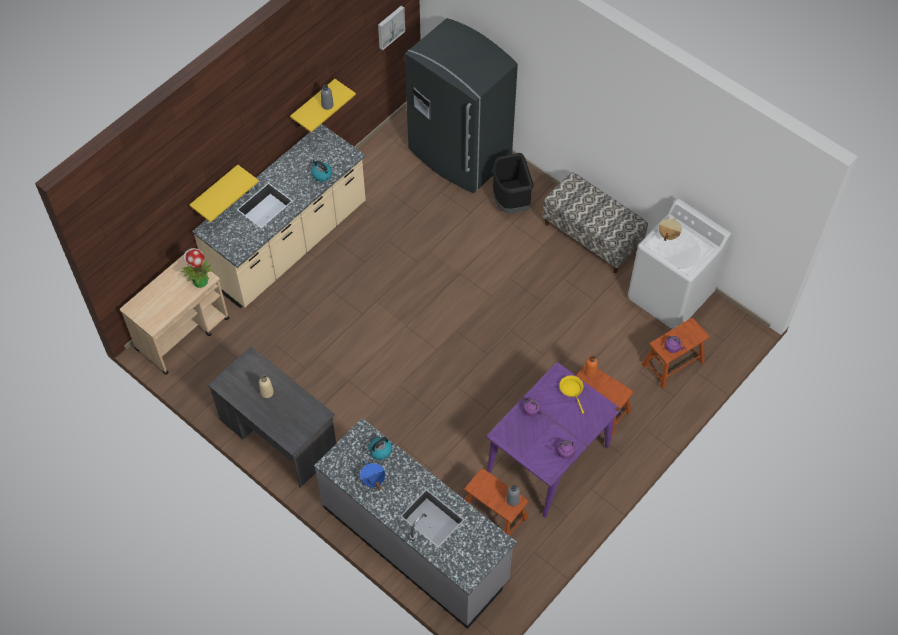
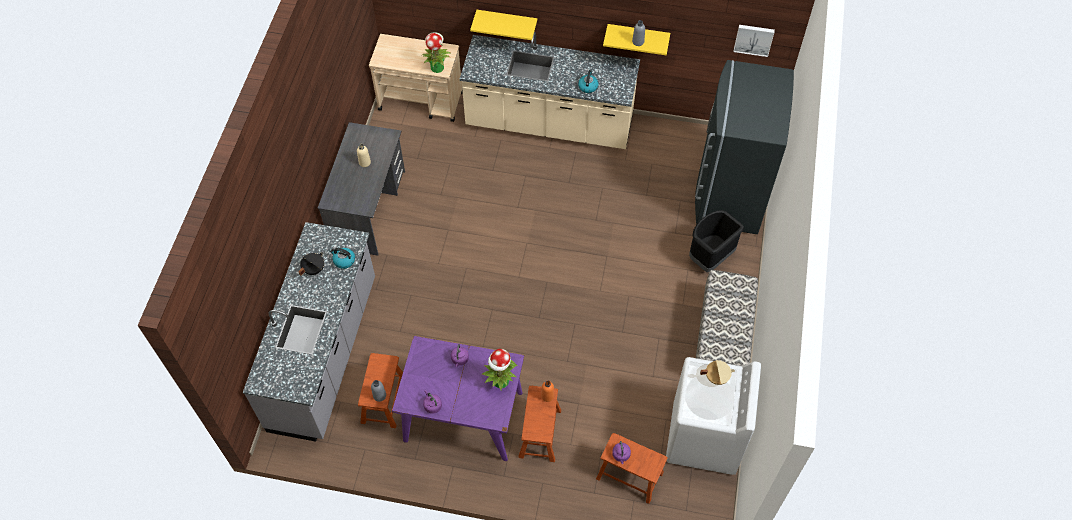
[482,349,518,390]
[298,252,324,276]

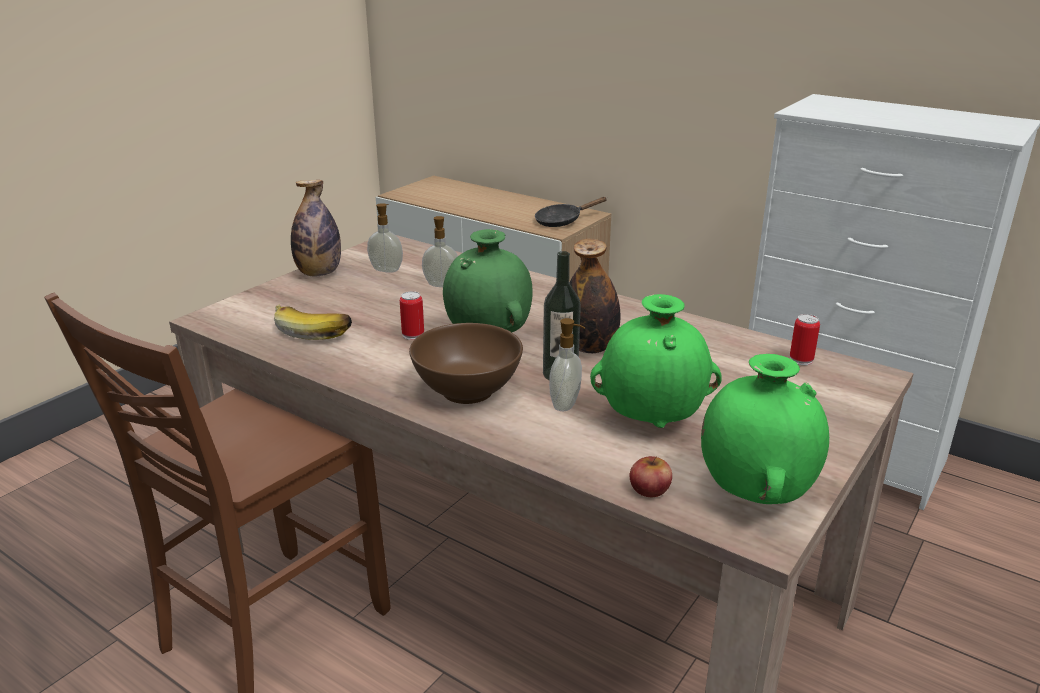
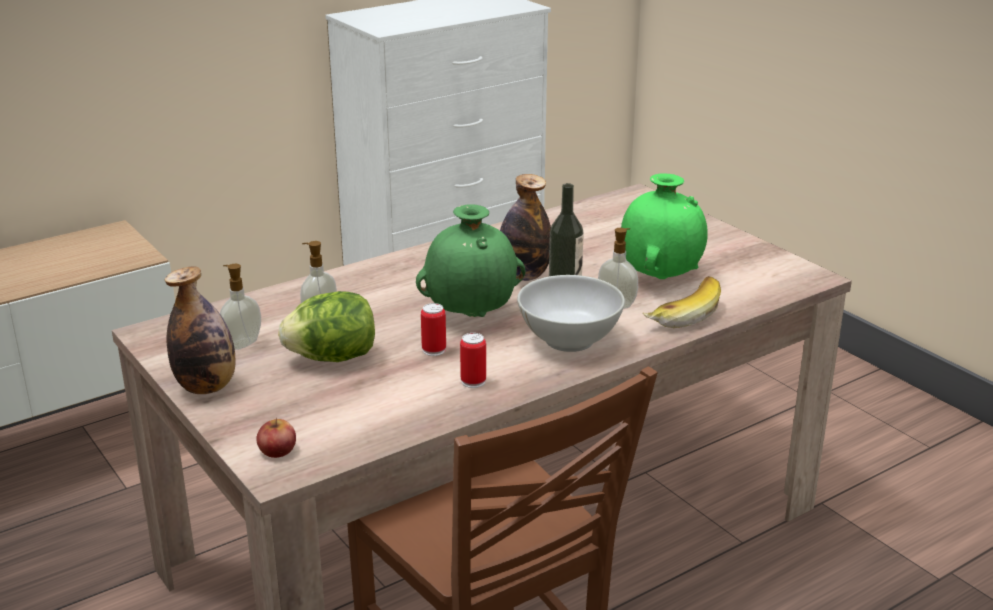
[535,197,607,227] (first image)
[643,276,721,328]
[460,333,486,388]
[517,275,625,352]
[701,354,829,504] (first image)
[256,417,296,458]
[278,291,375,362]

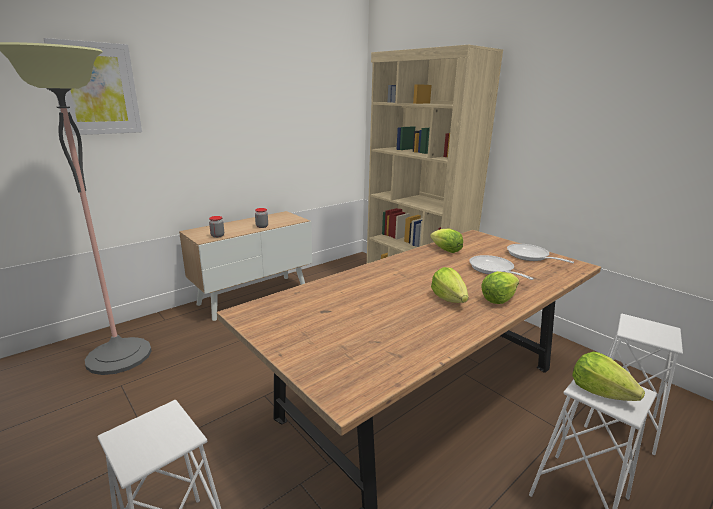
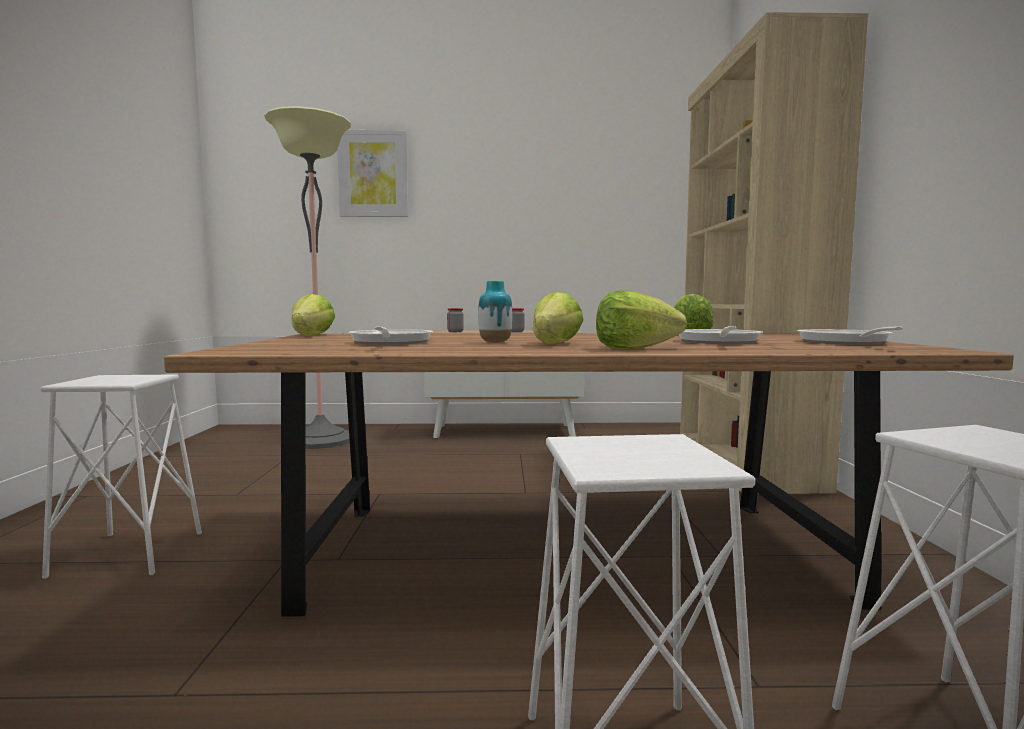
[292,294,335,336]
[478,281,512,343]
[348,327,433,345]

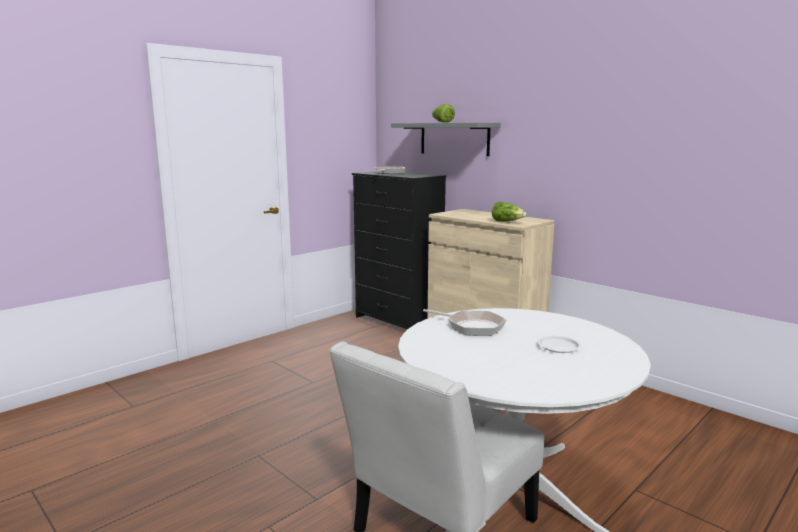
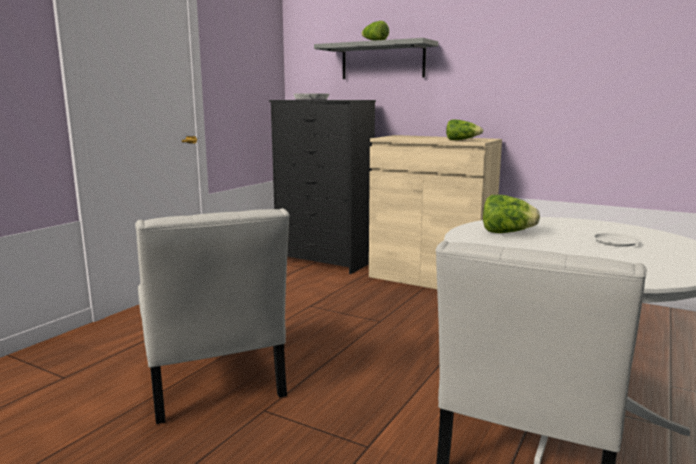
[483,195,540,233]
[135,208,290,424]

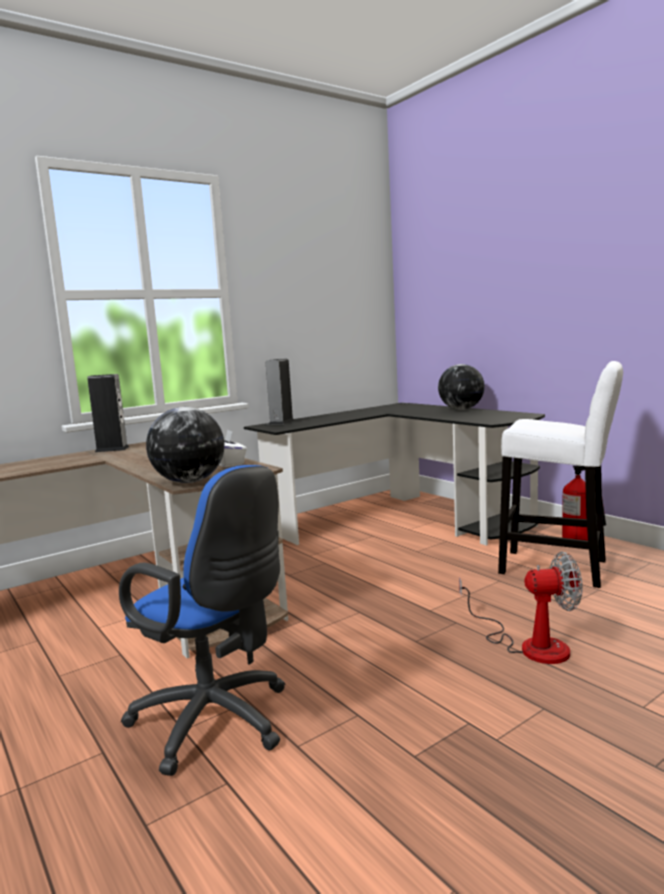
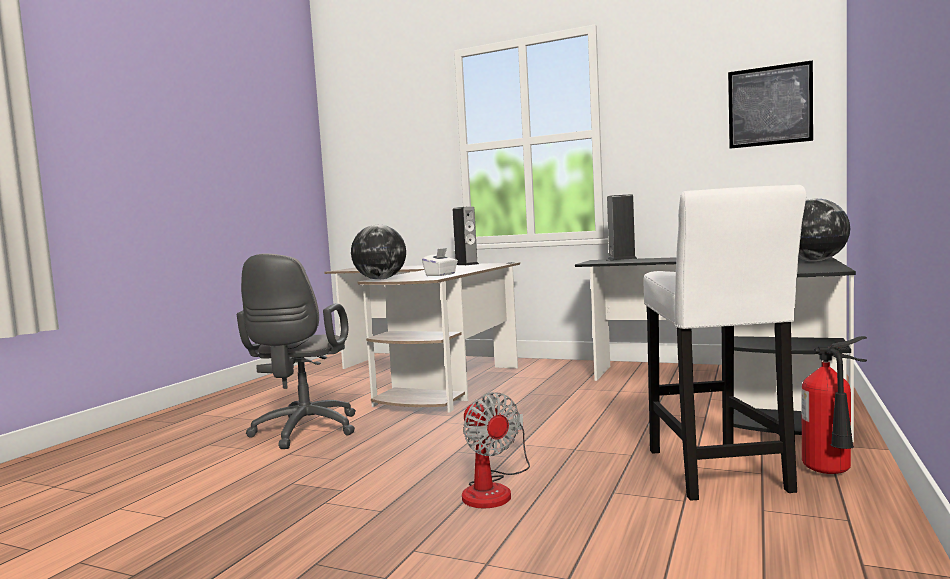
[237,253,356,449]
[728,60,813,149]

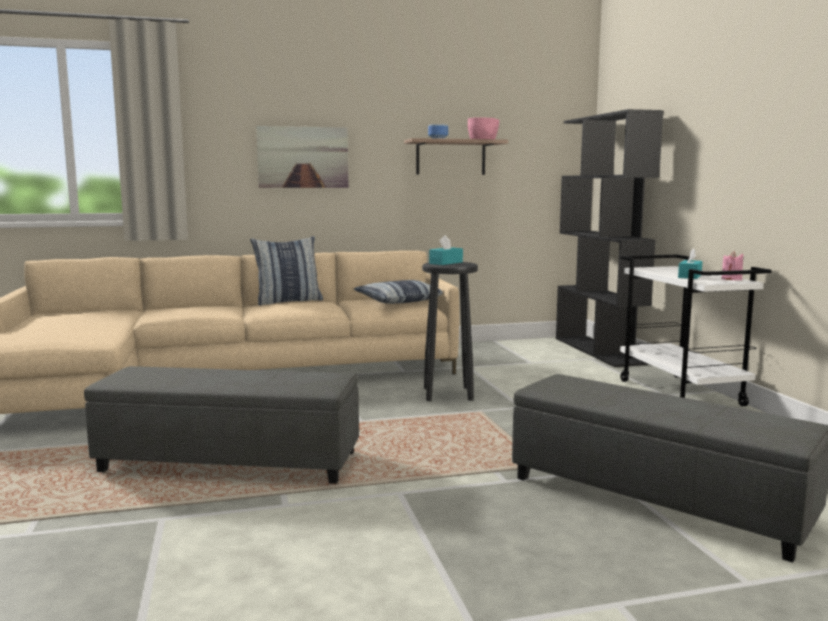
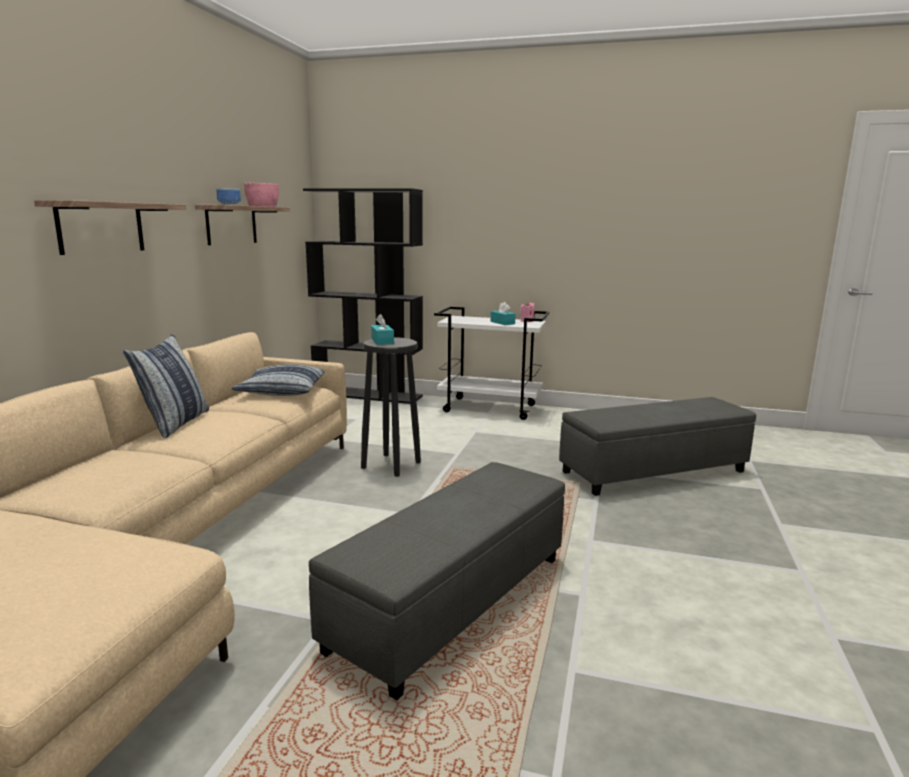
[34,200,186,255]

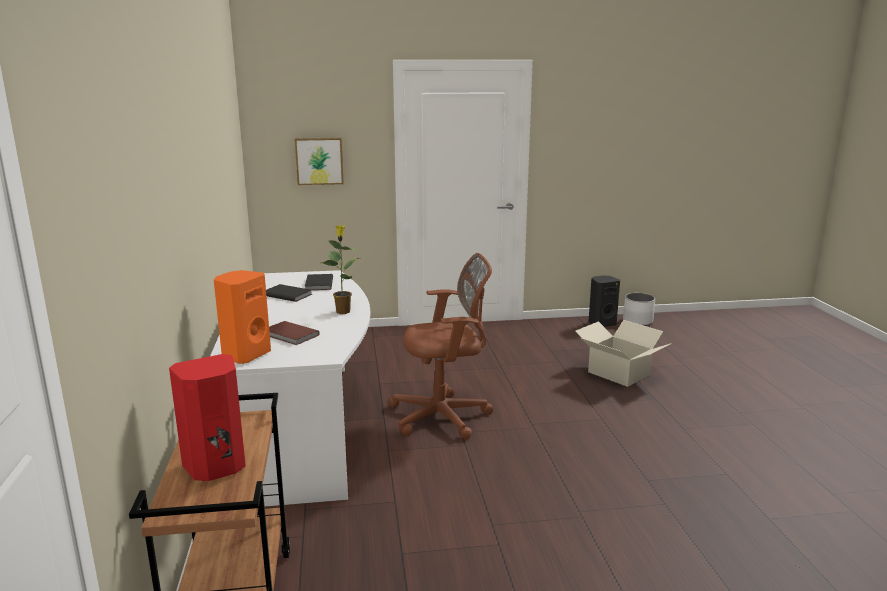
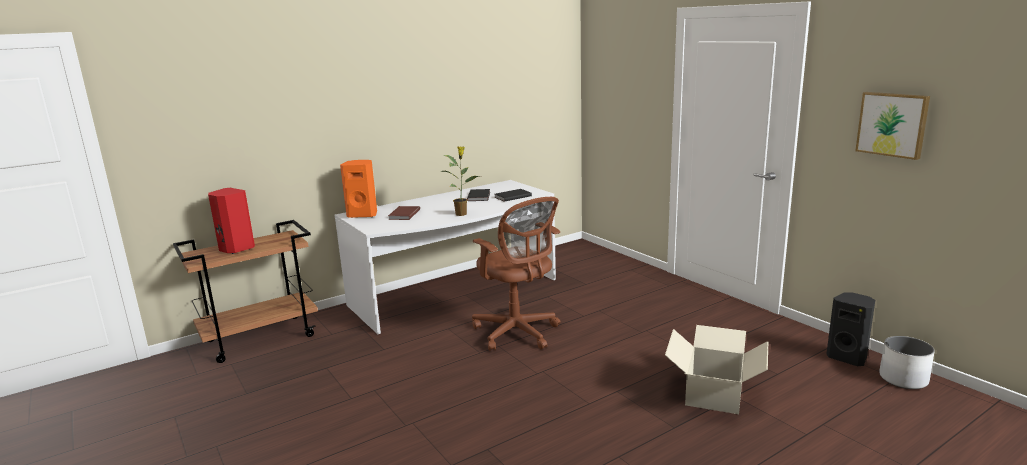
[855,92,930,160]

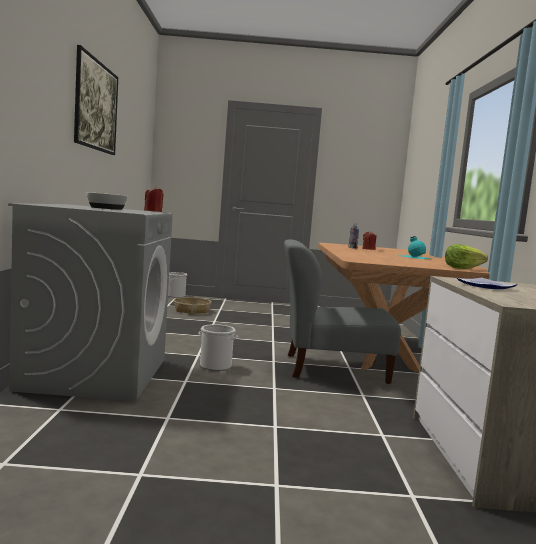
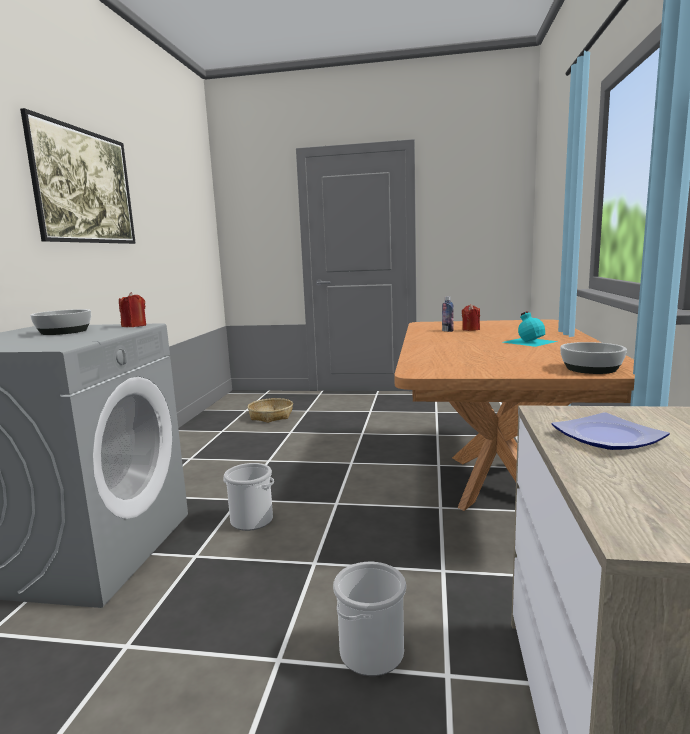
[284,239,401,384] (first image)
[560,342,627,374]
[333,562,406,676]

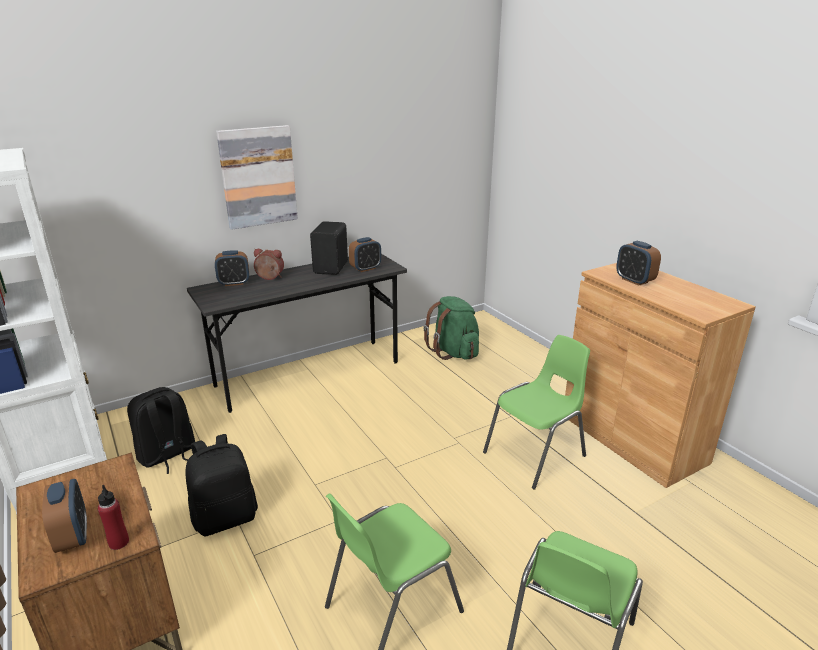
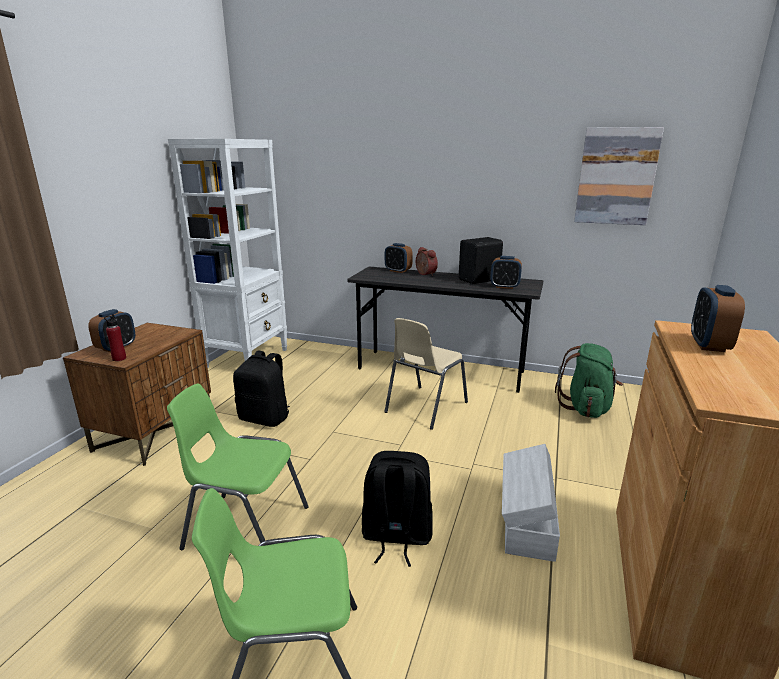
[574,127,664,225]
[502,444,560,562]
[362,451,433,567]
[384,318,468,430]

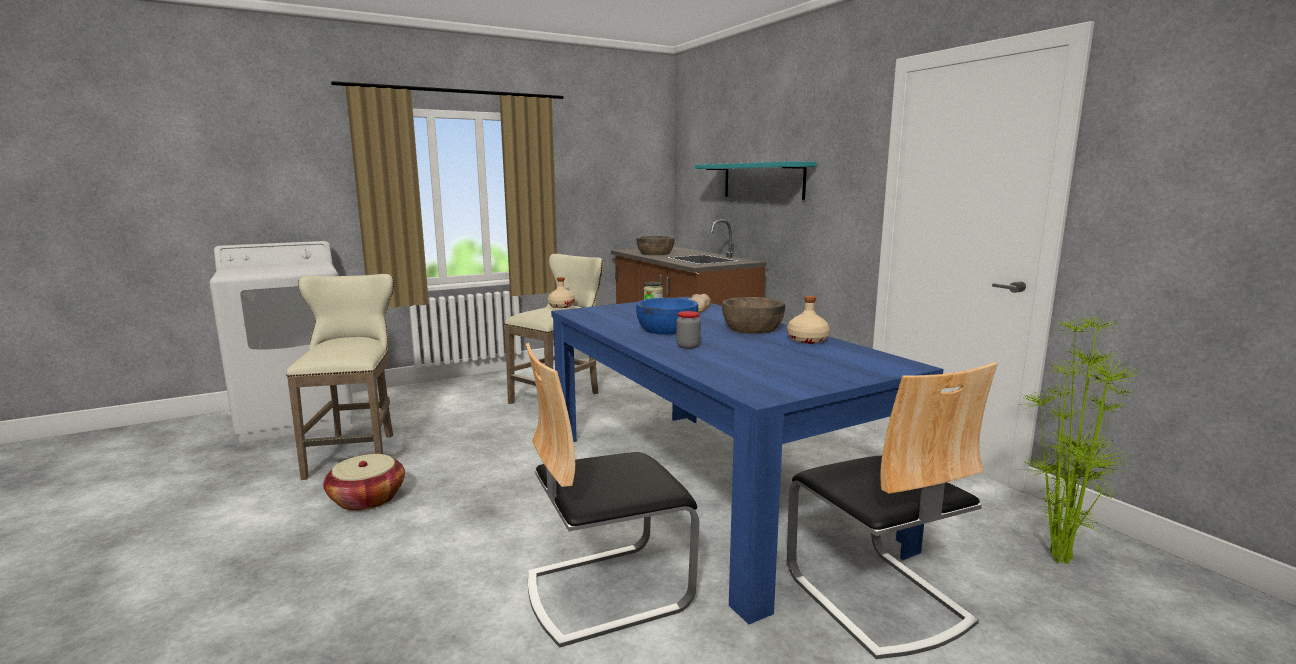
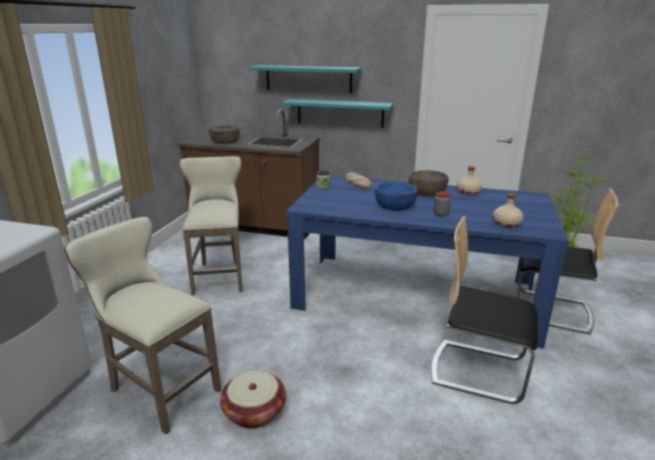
[493,193,524,227]
[431,216,538,404]
[281,99,394,128]

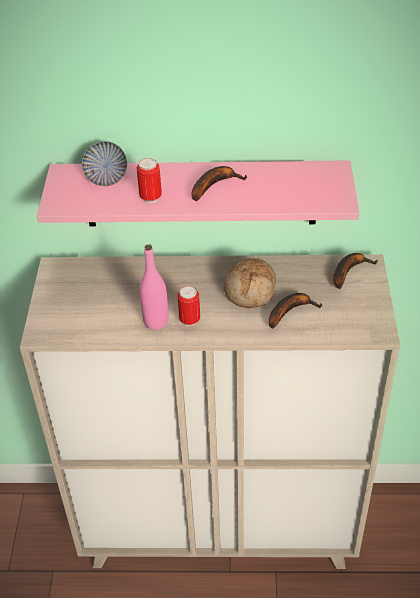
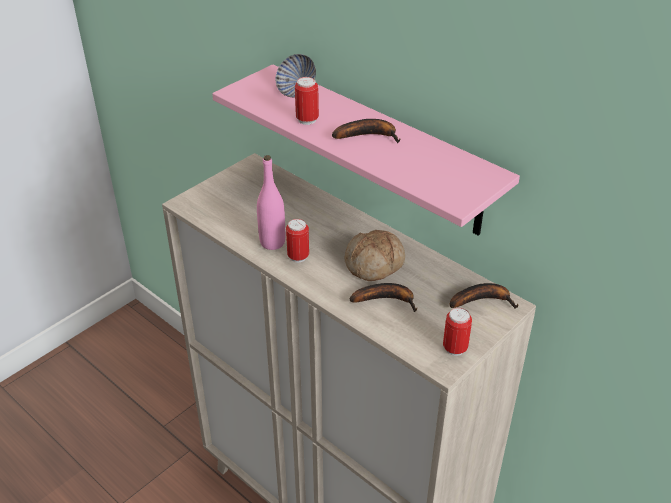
[443,308,472,356]

